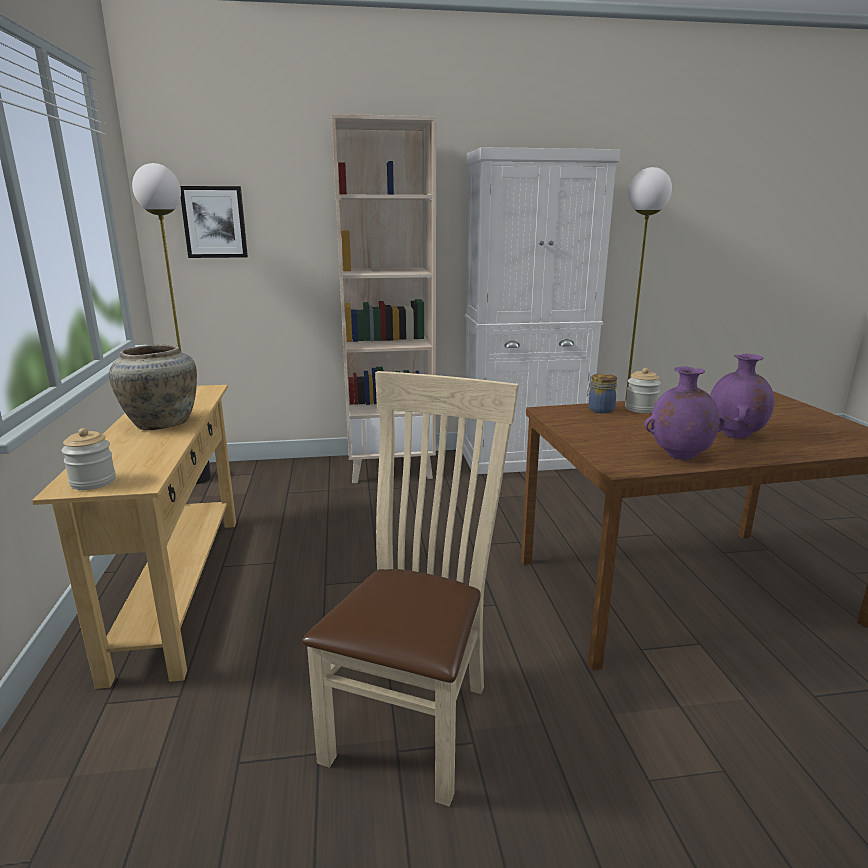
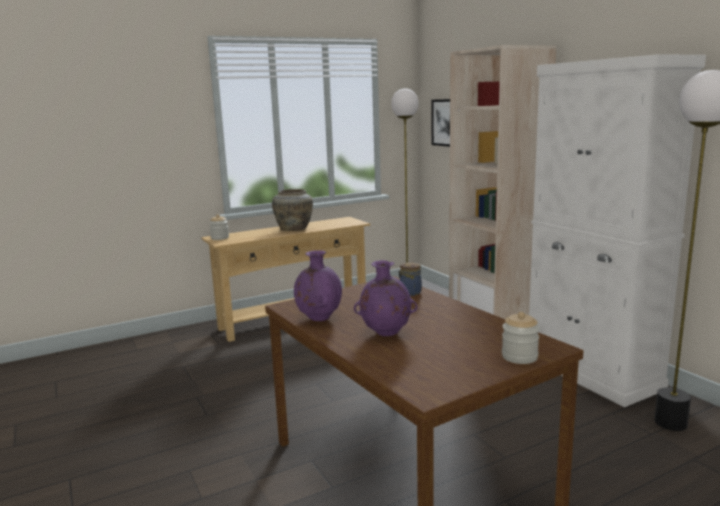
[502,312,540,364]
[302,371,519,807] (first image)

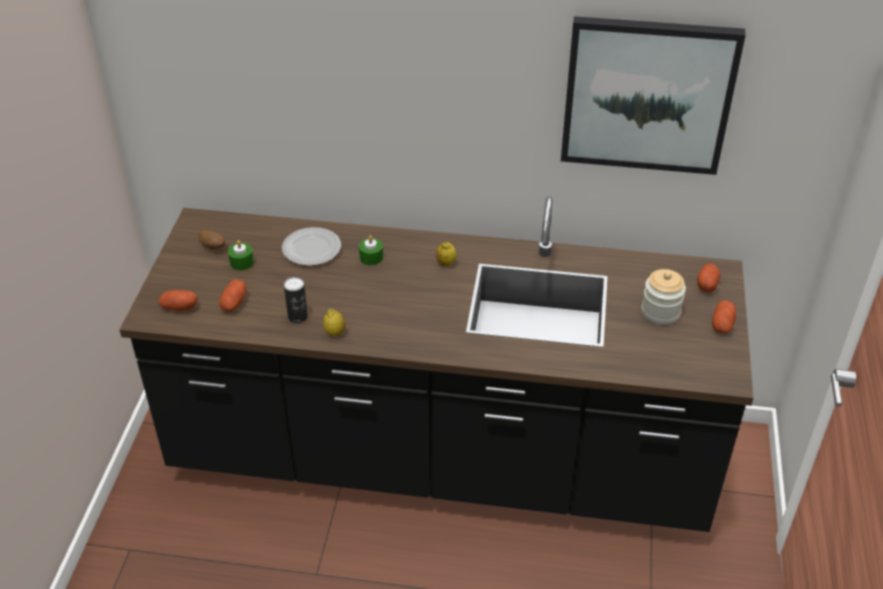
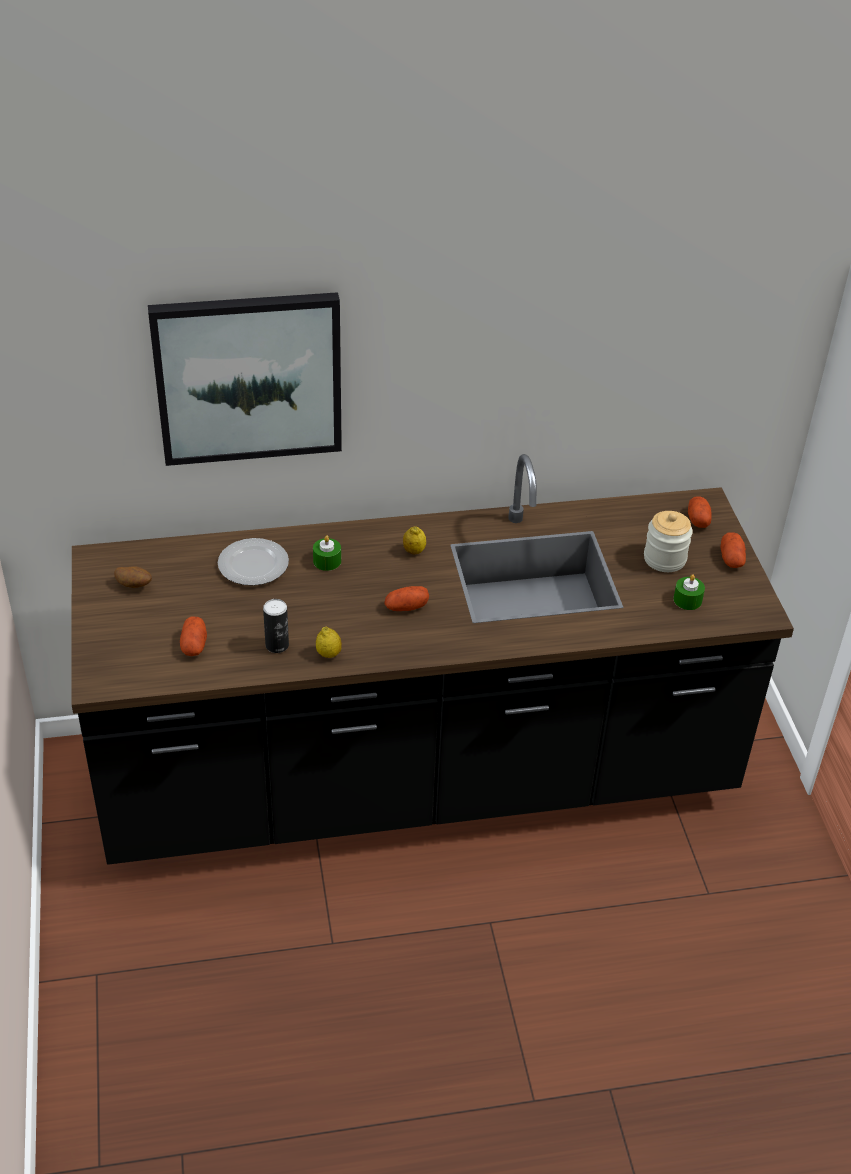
[148,292,342,466]
[673,574,705,610]
[385,586,429,611]

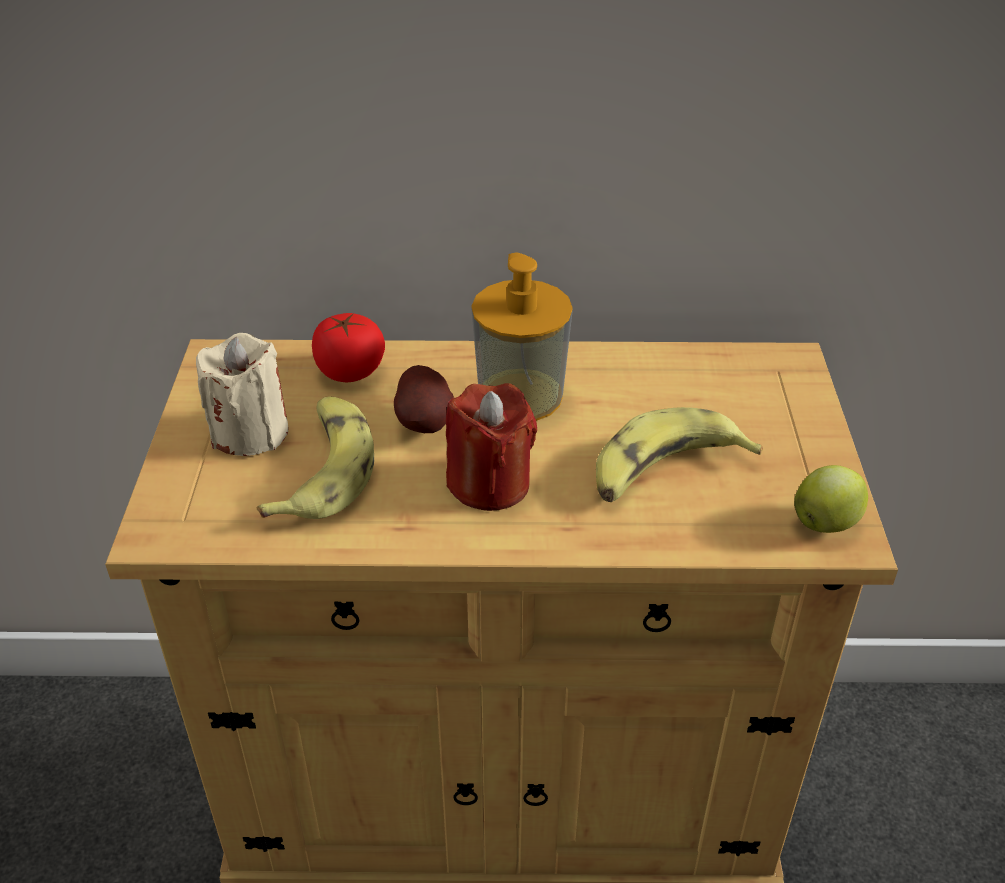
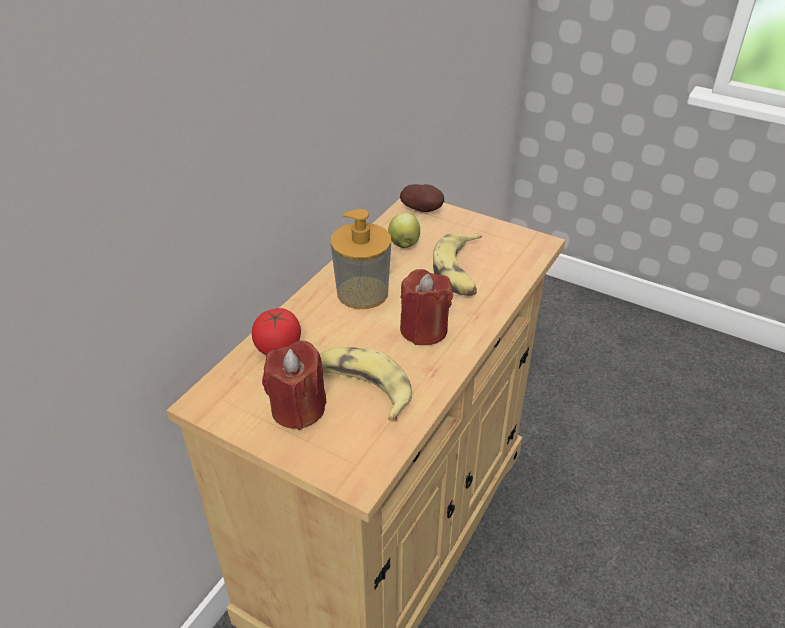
[262,340,327,430]
[400,184,444,212]
[388,213,420,248]

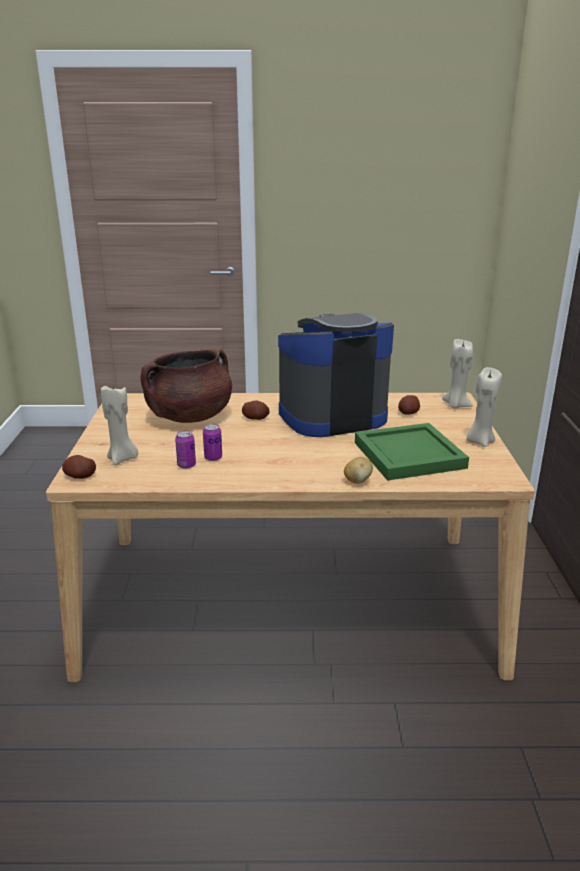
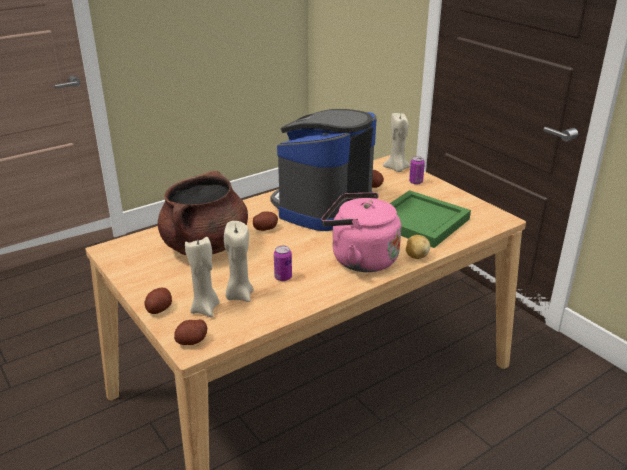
[224,221,254,302]
[409,156,425,185]
[321,192,401,272]
[145,288,172,314]

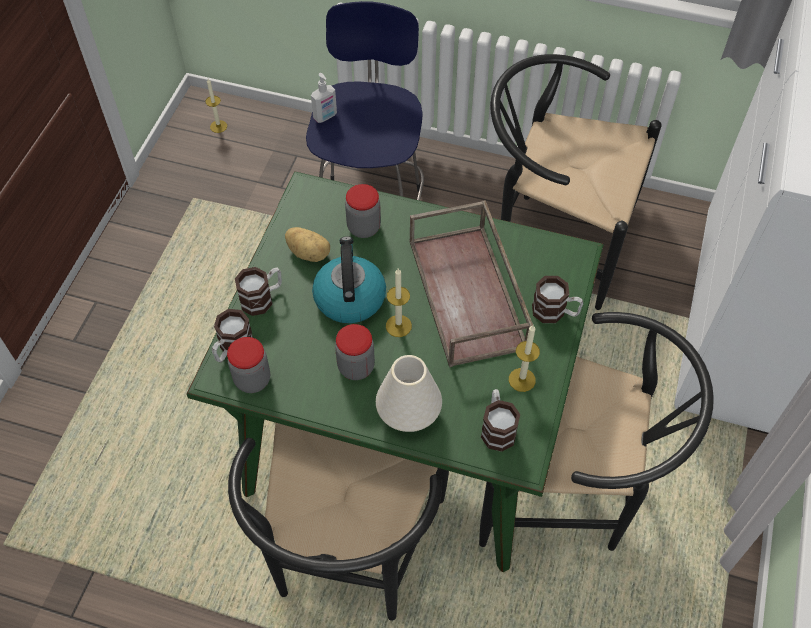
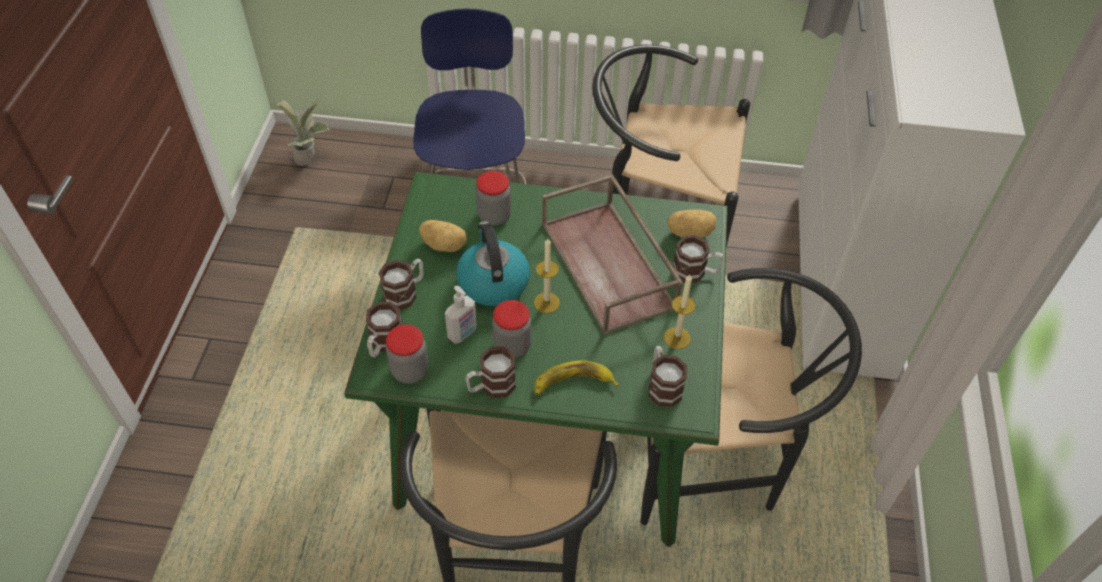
[445,286,477,344]
[277,100,330,166]
[535,360,619,395]
[667,209,716,238]
[465,346,516,398]

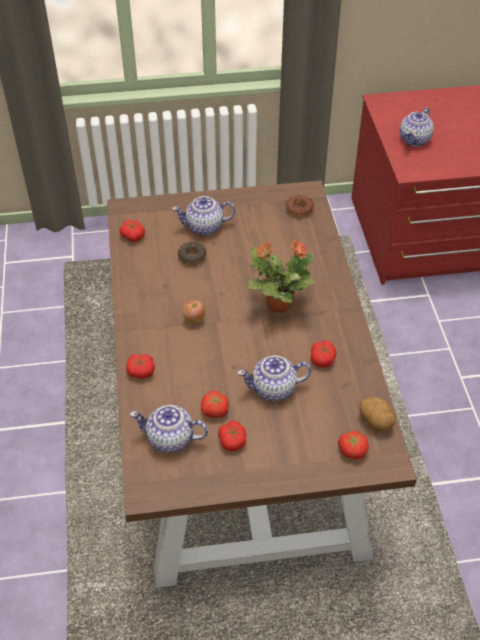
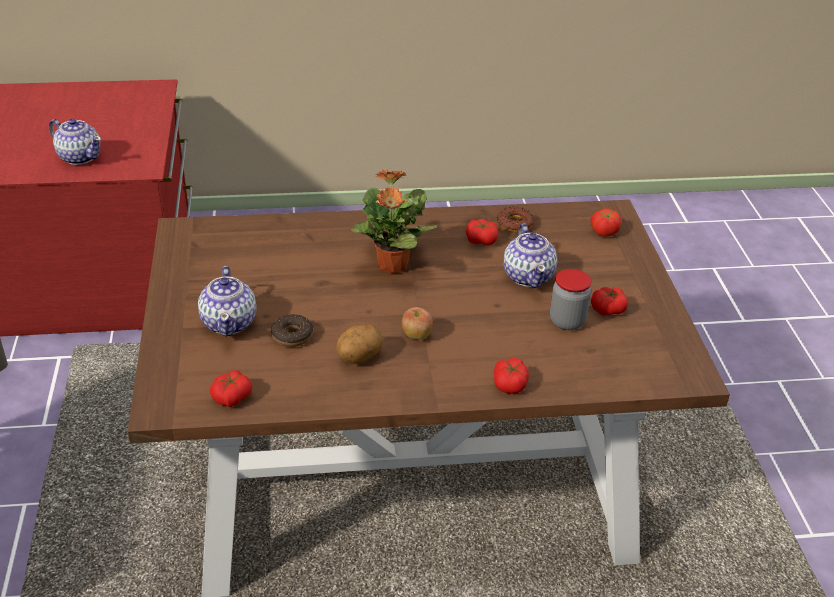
[497,206,535,232]
[550,269,592,330]
[336,325,383,364]
[130,405,208,453] (first image)

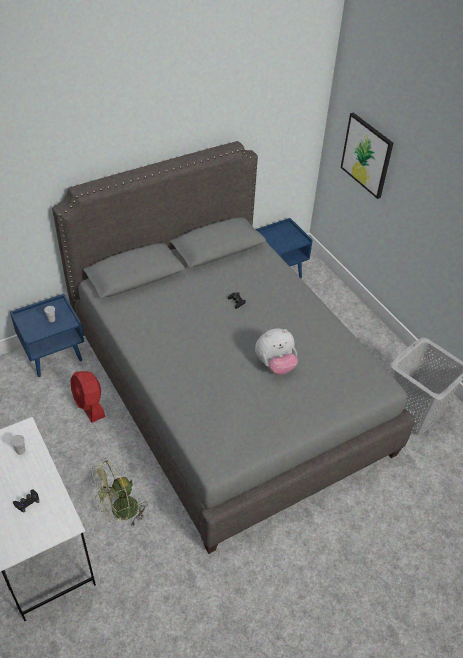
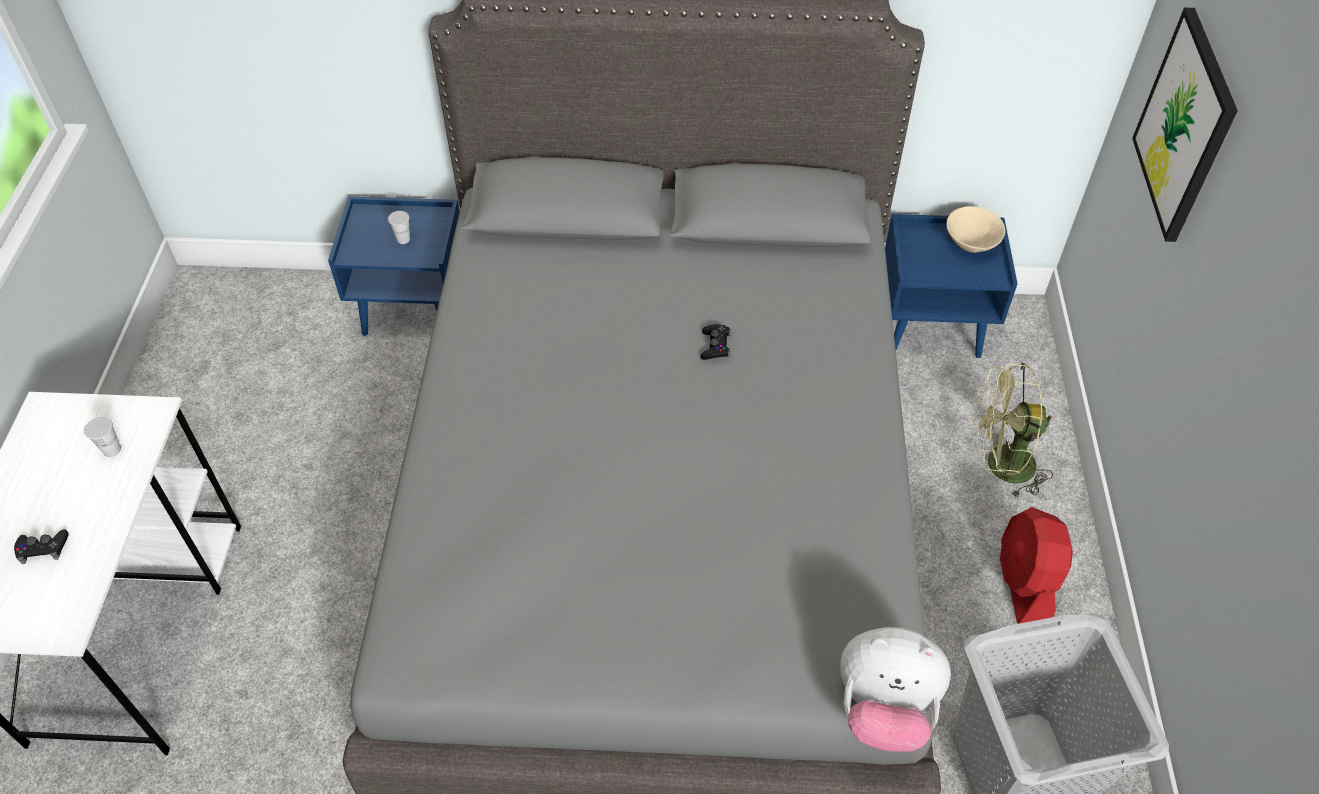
[840,627,951,752]
[1000,507,1073,624]
[972,363,1053,498]
[946,206,1005,253]

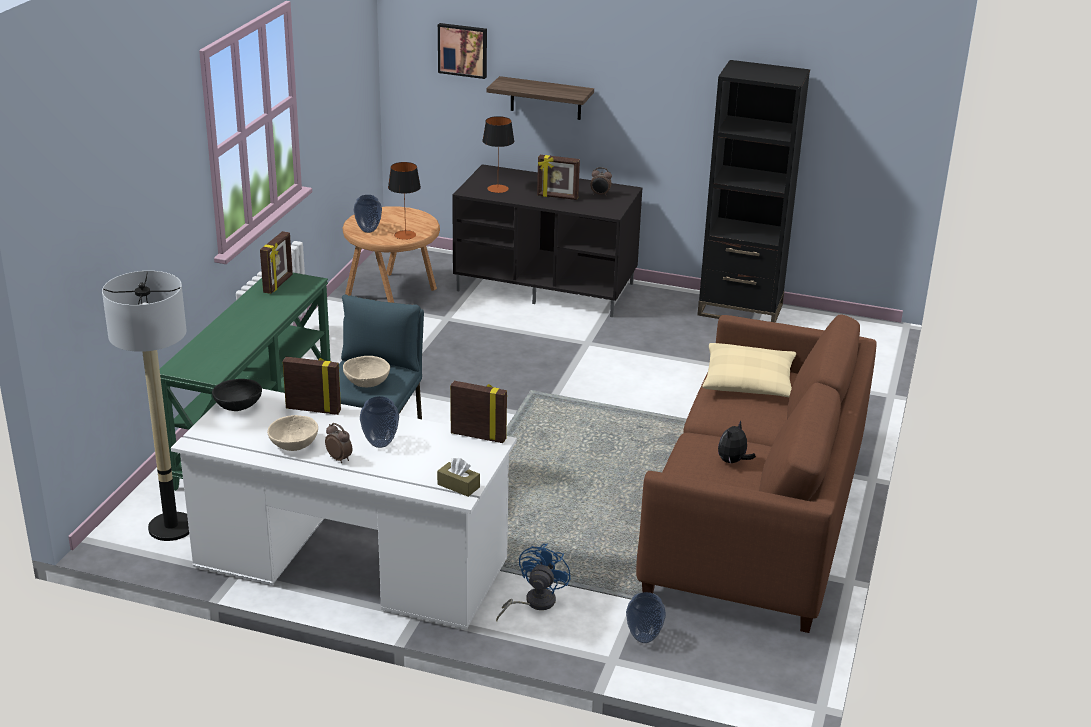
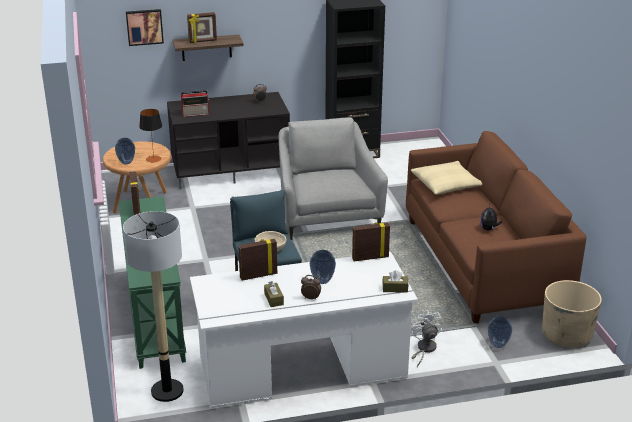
[181,90,209,117]
[187,12,217,43]
[212,379,262,411] (first image)
[264,281,284,307]
[411,310,444,367]
[279,117,388,240]
[542,280,602,348]

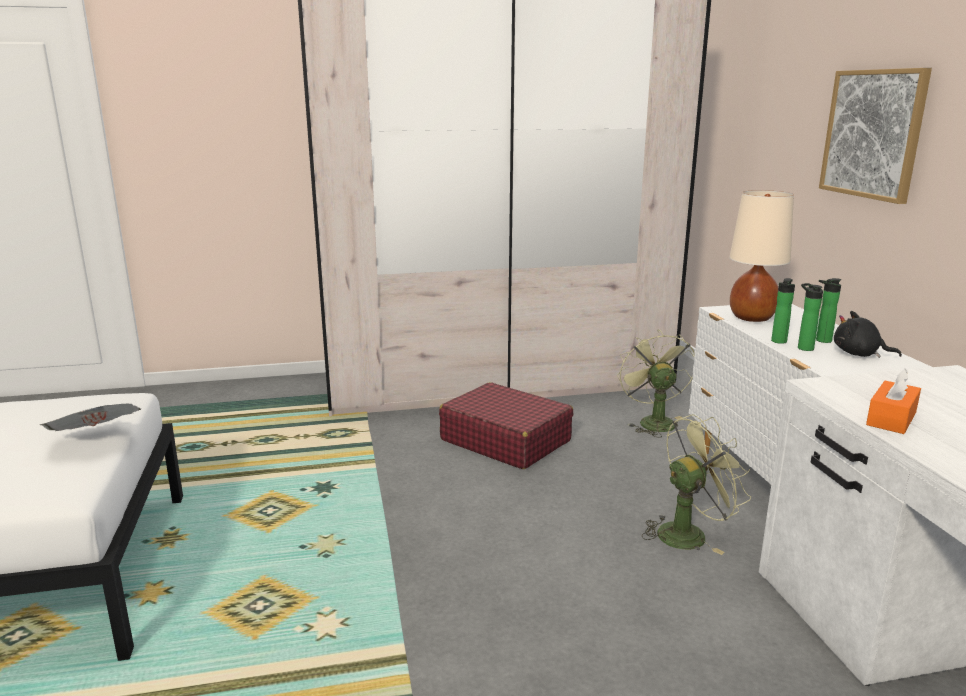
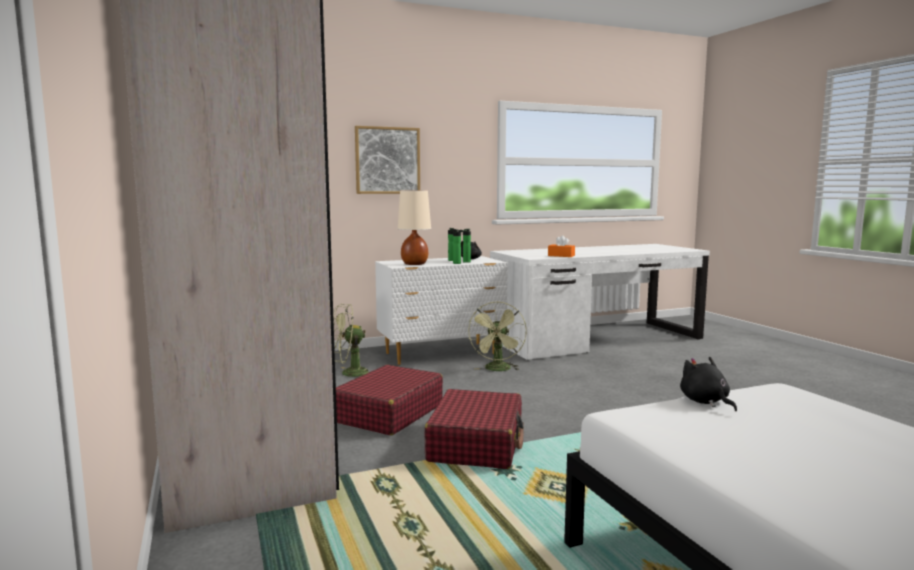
[680,357,737,411]
[468,301,527,371]
[425,389,524,469]

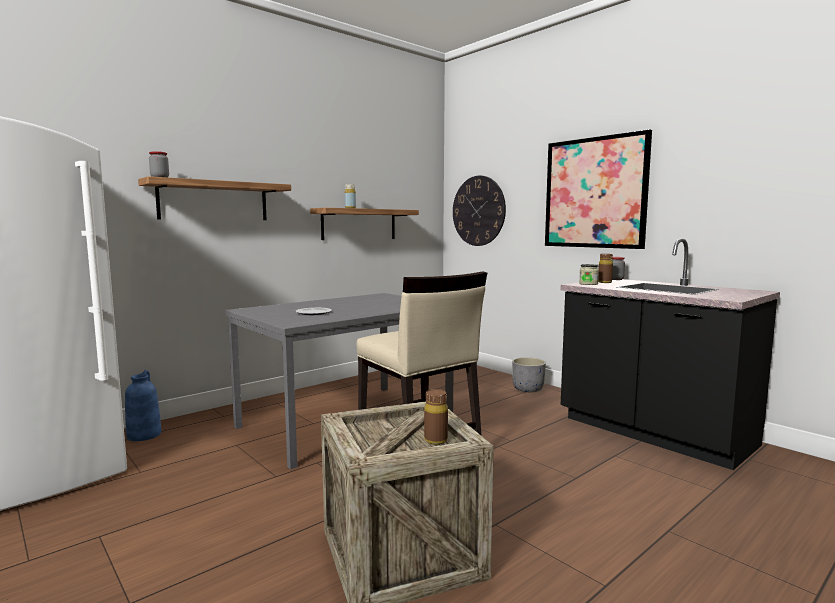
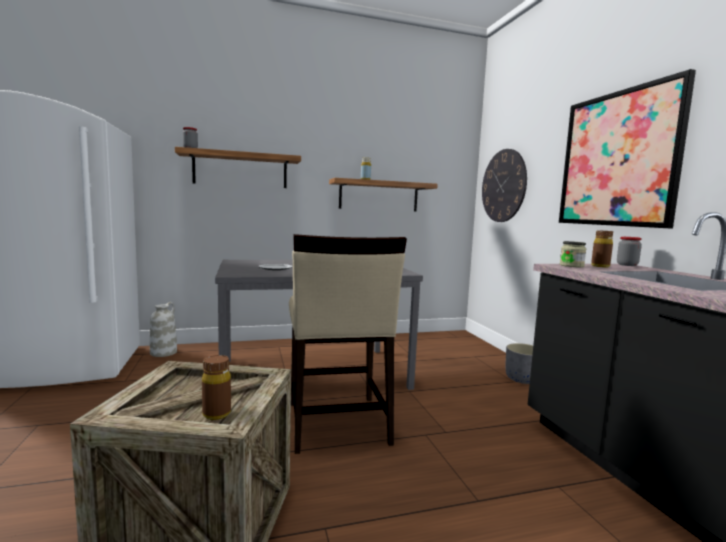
[150,302,177,357]

